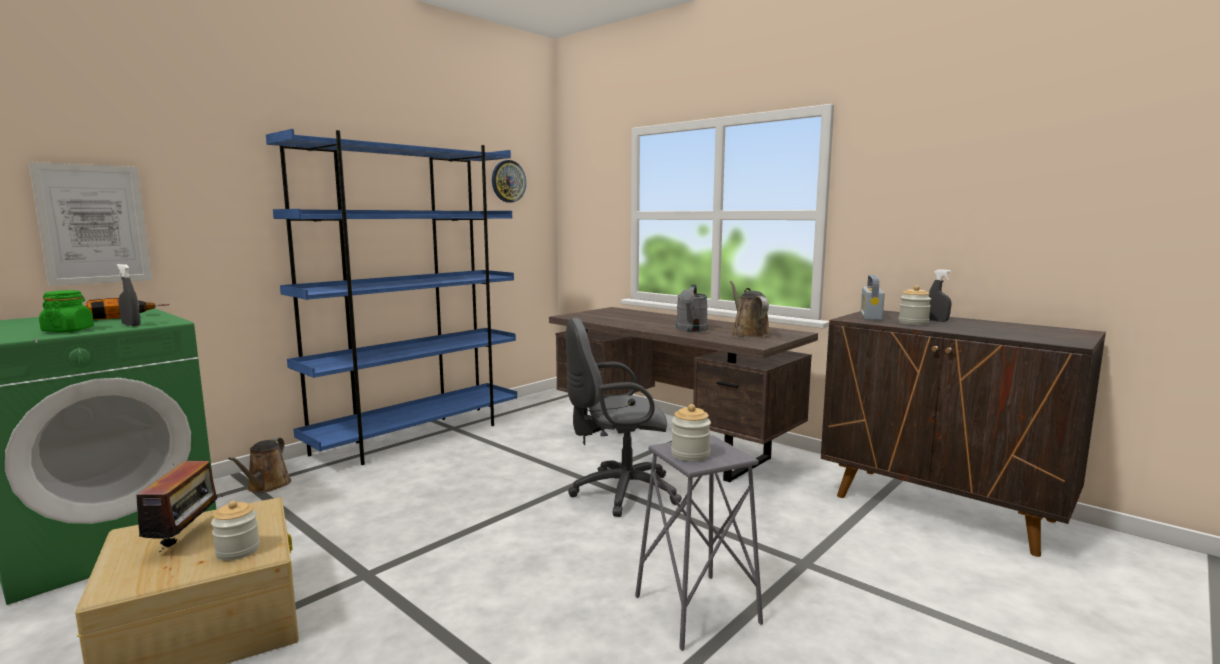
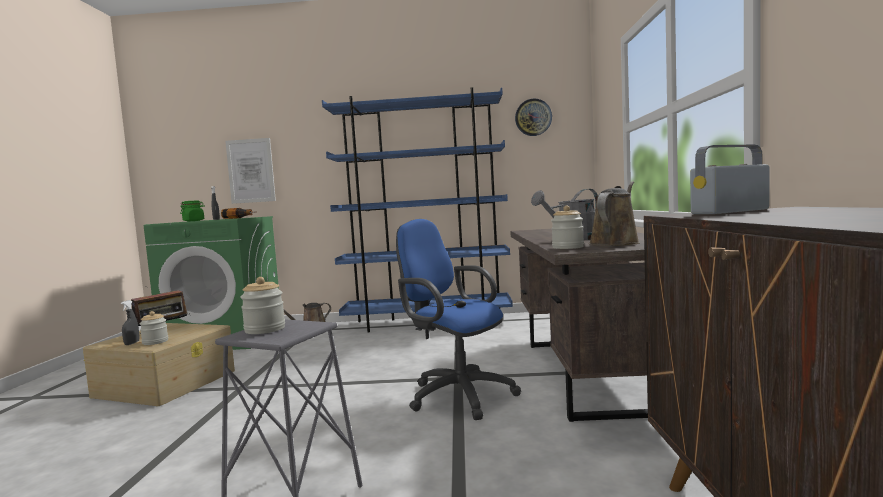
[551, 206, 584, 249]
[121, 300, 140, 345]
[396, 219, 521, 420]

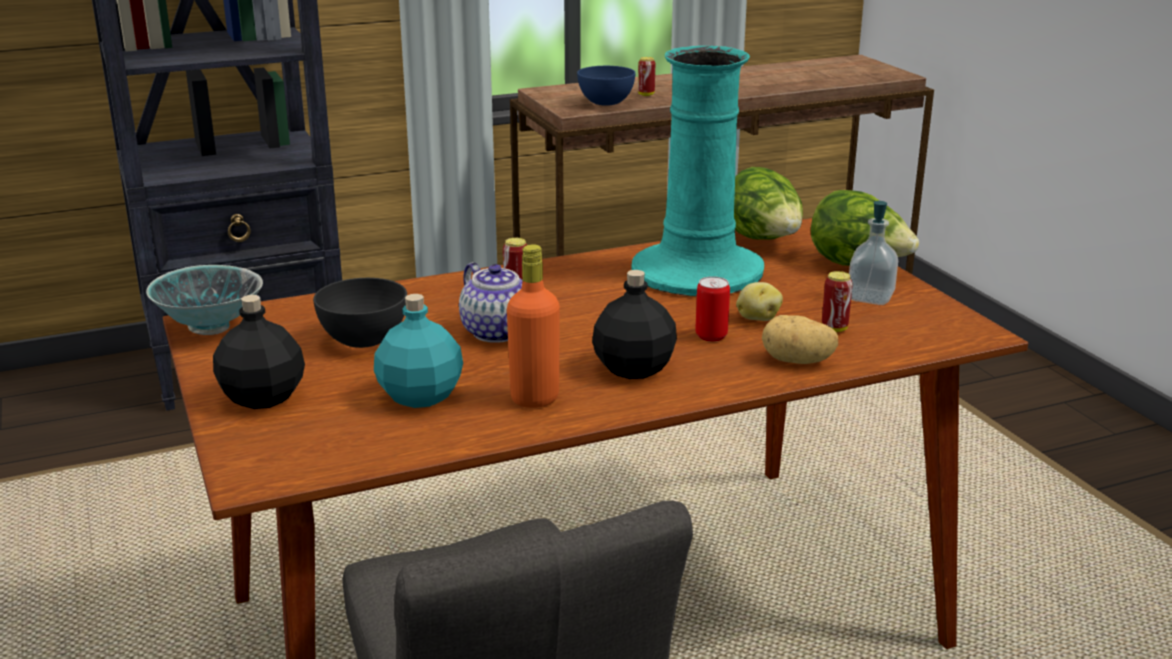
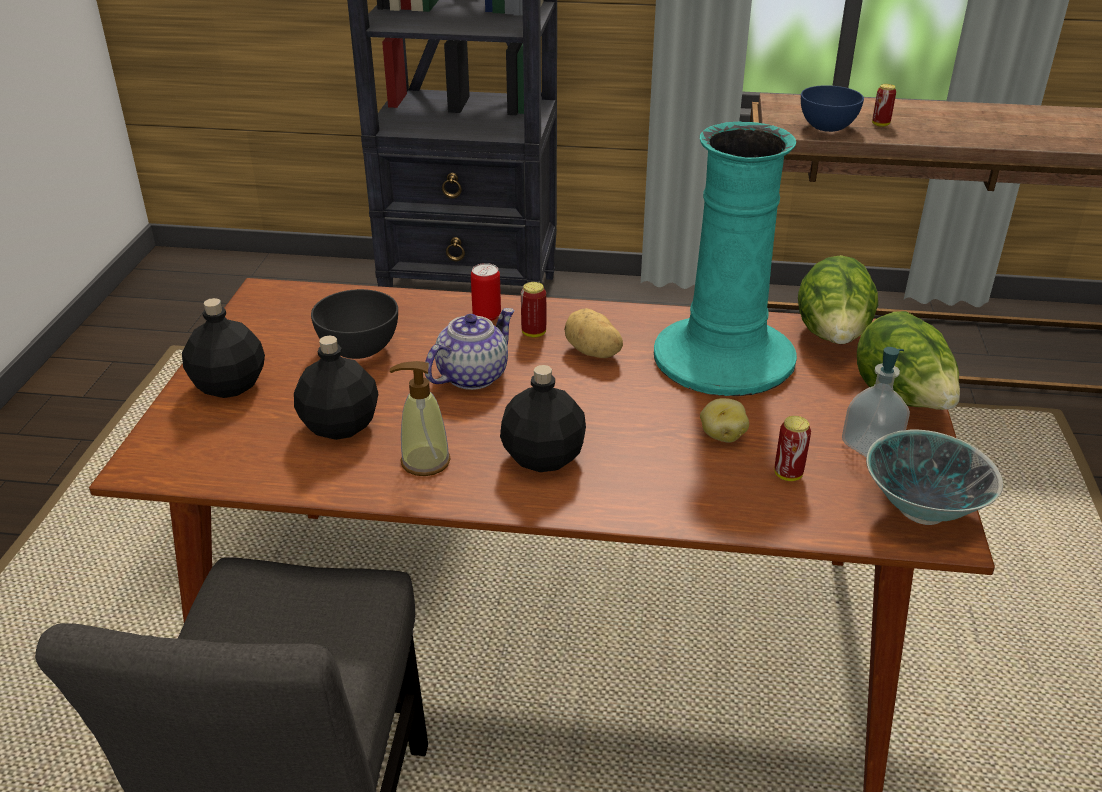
[866, 429, 1003, 525]
[471, 263, 501, 321]
[564, 308, 623, 358]
[390, 361, 451, 476]
[294, 336, 378, 440]
[425, 308, 515, 390]

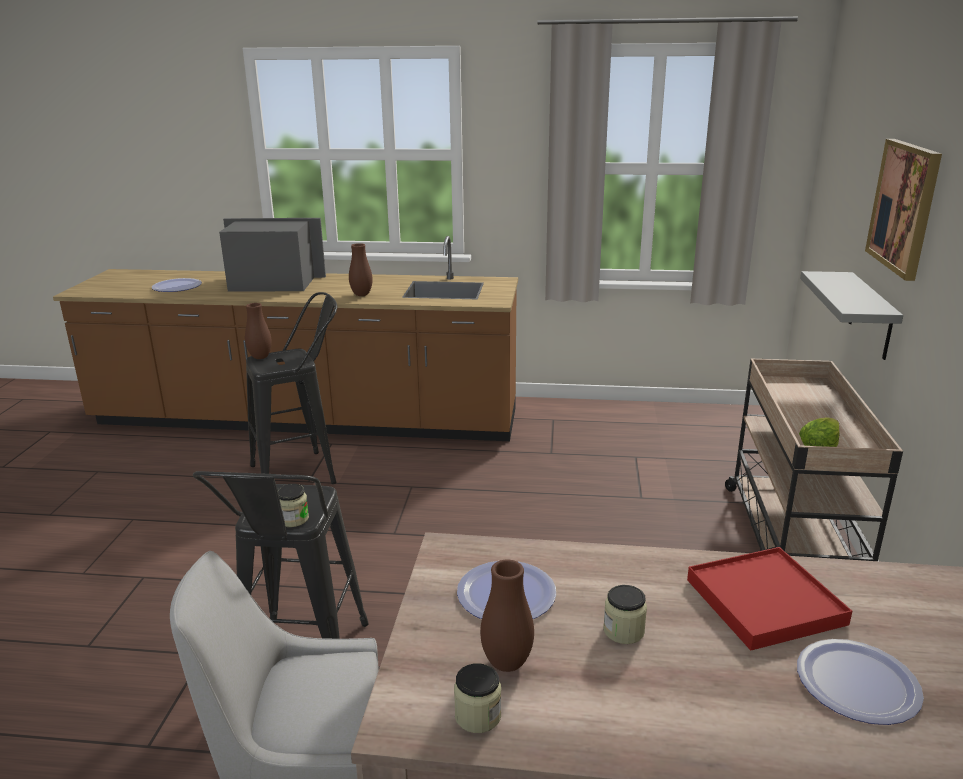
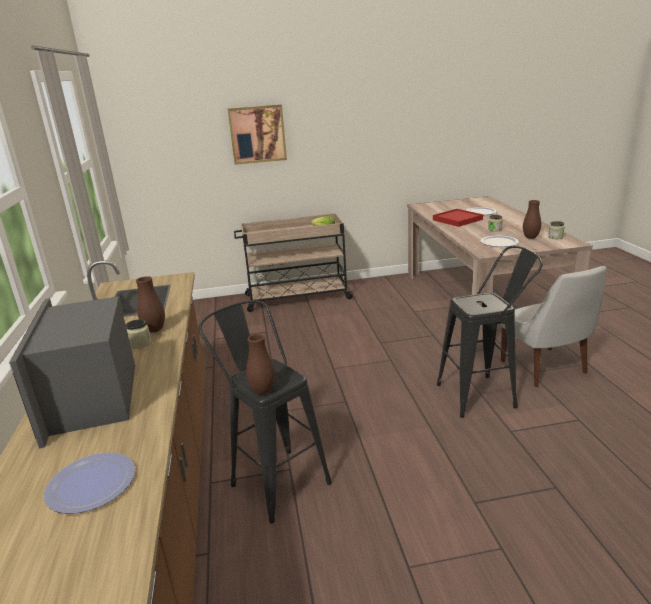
[800, 271, 903, 360] (first image)
[126, 319, 152, 349]

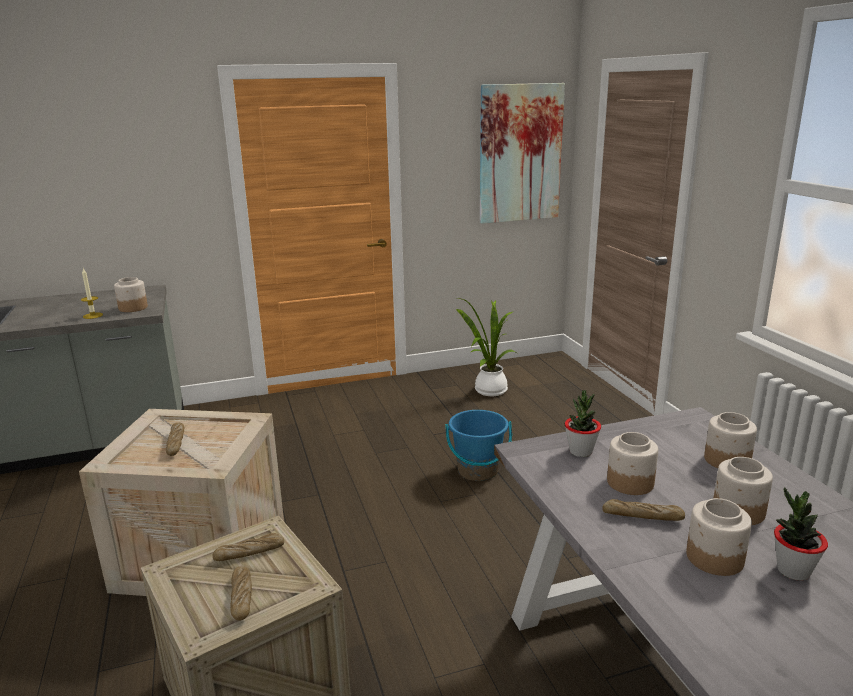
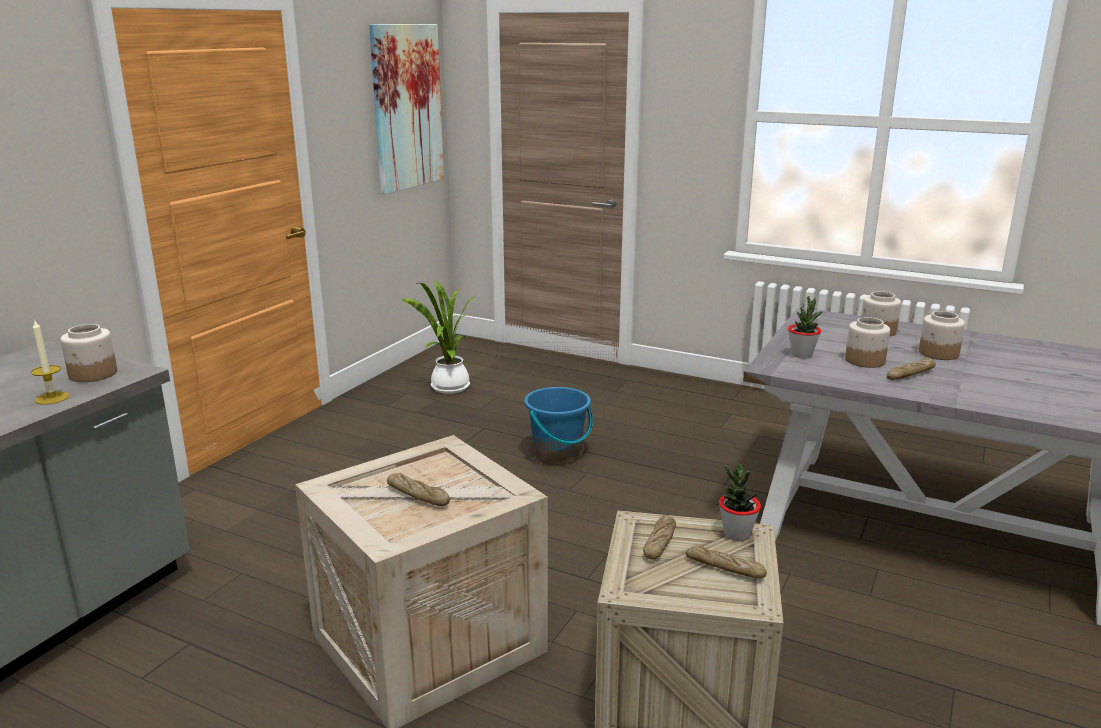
[686, 498, 752, 576] (first image)
[719, 463, 761, 541]

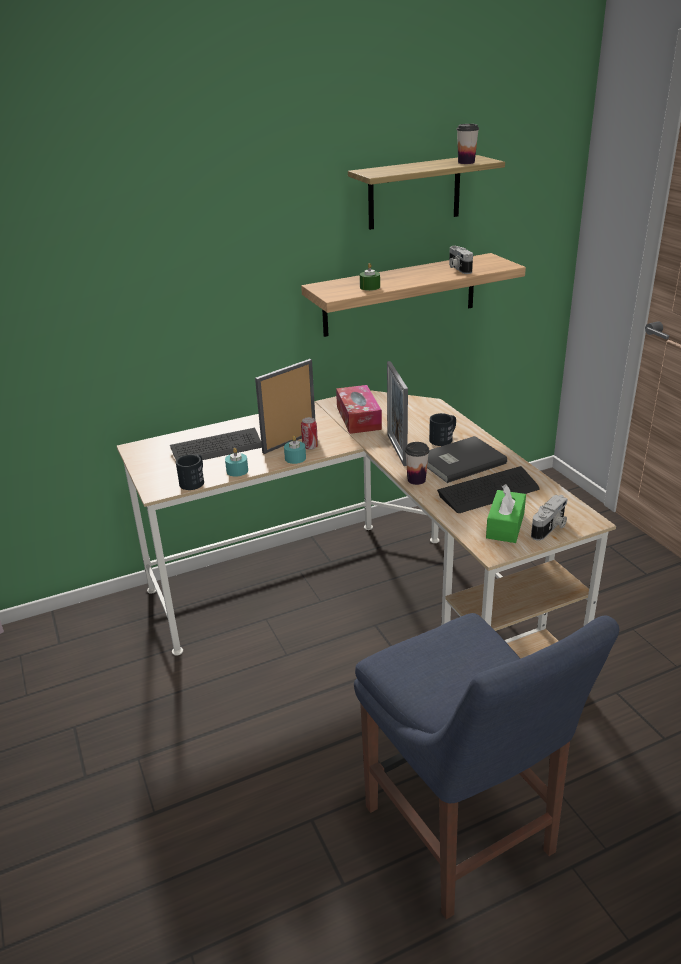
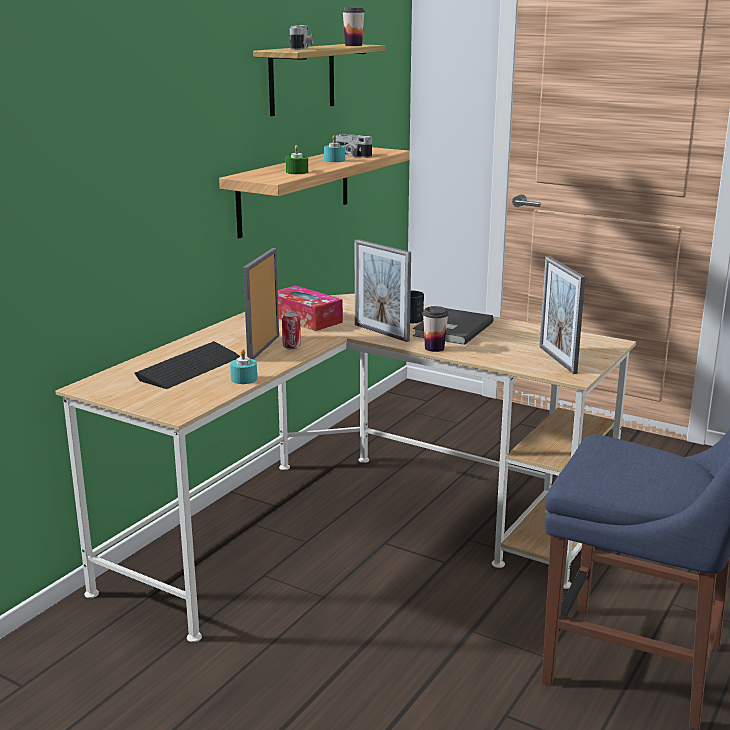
[176, 455, 204, 490] (first image)
[437, 466, 540, 513] (first image)
[324, 135, 345, 162]
[290, 25, 314, 50]
[539, 256, 585, 374]

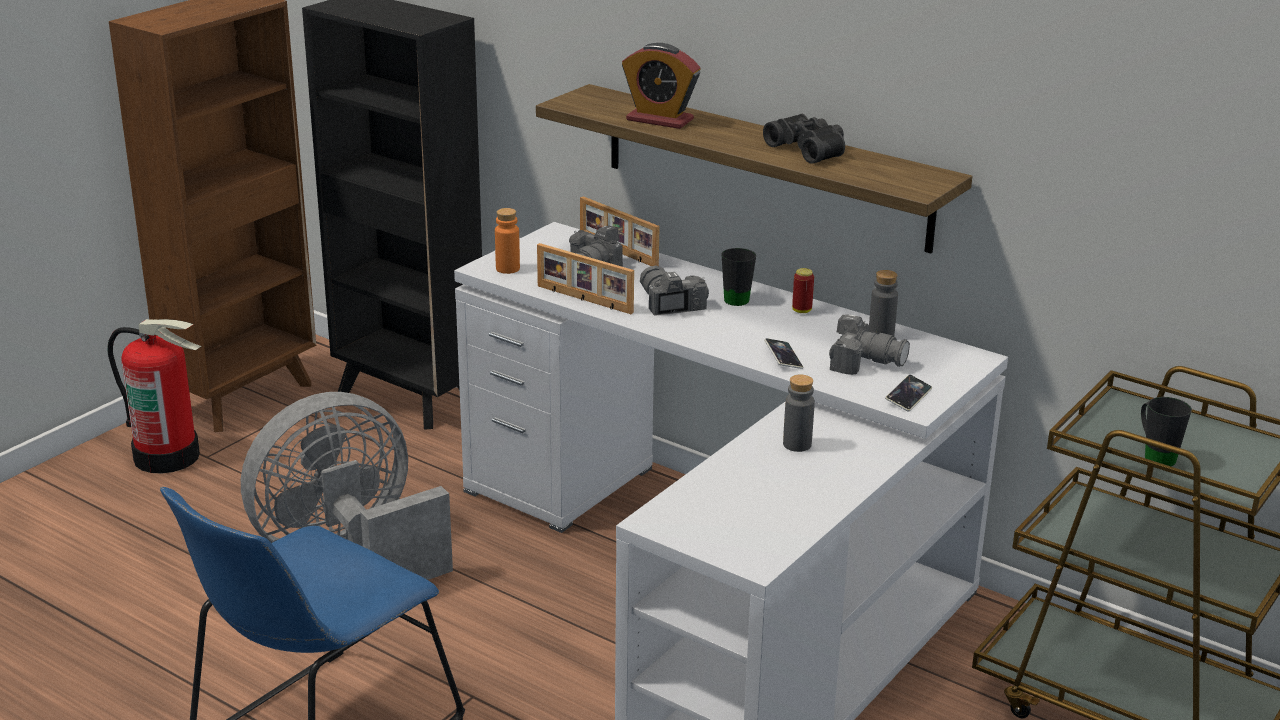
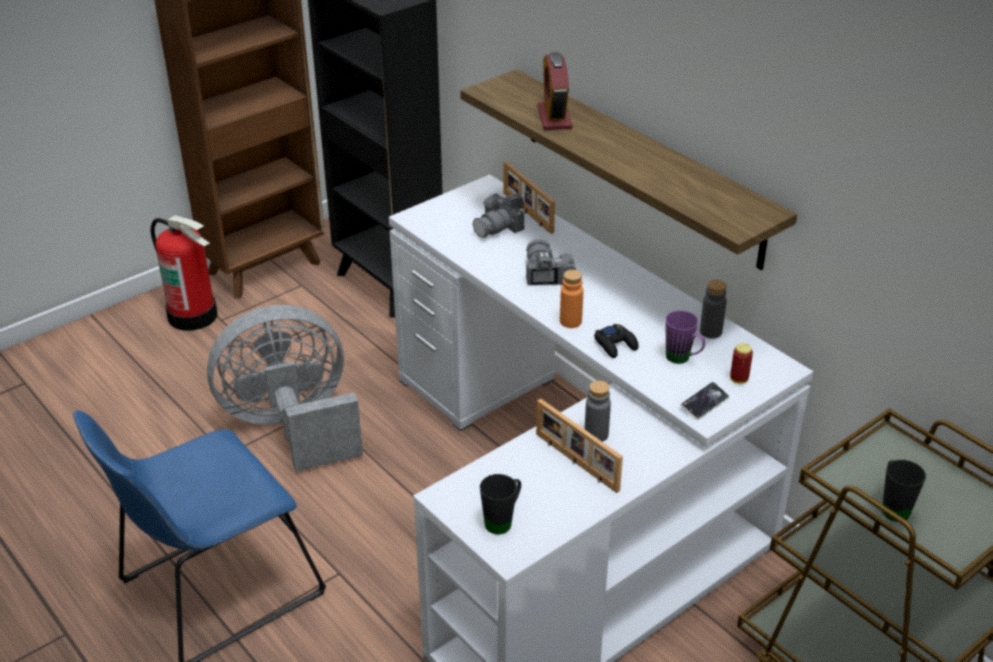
[763, 114, 845, 164] (first image)
[560, 270, 583, 328]
[536, 398, 623, 493]
[480, 474, 521, 534]
[730, 343, 753, 384]
[594, 324, 639, 358]
[665, 310, 705, 364]
[537, 52, 573, 130]

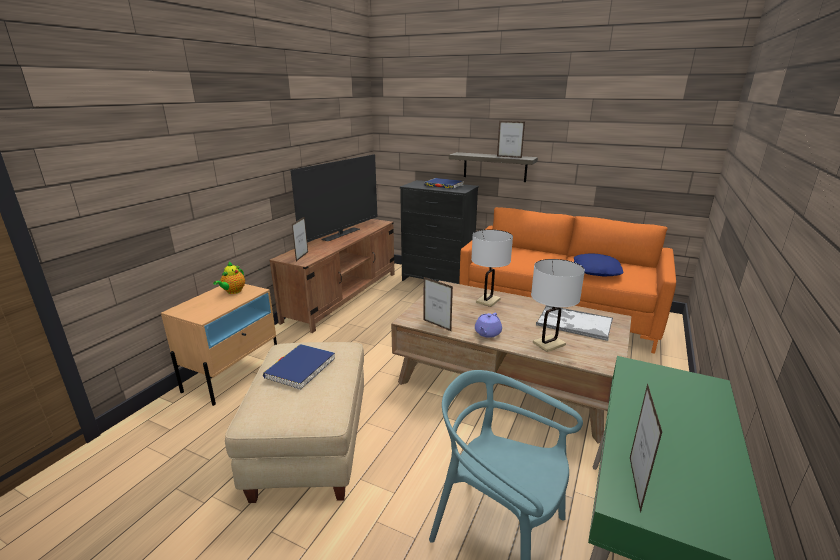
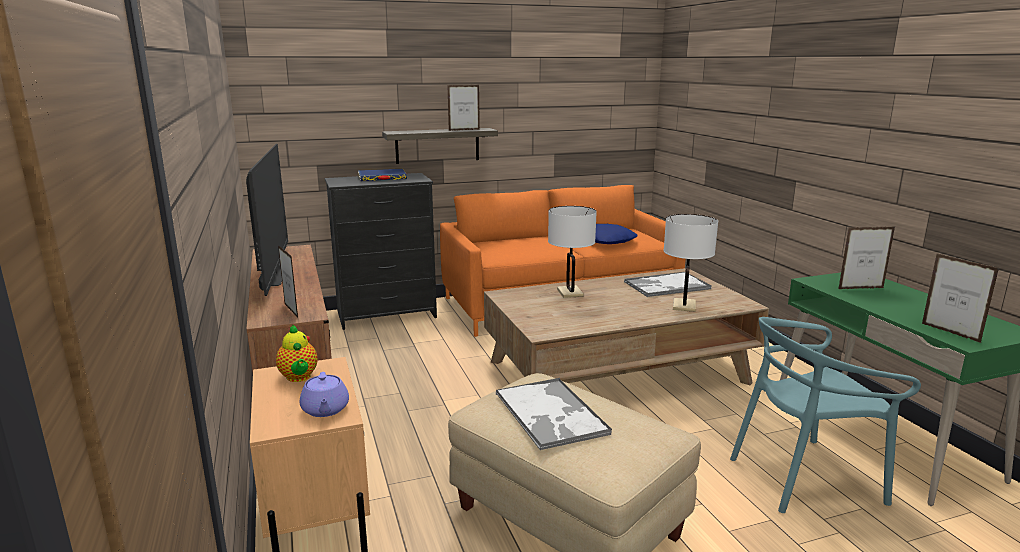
[839, 226, 895, 289]
[300, 372, 349, 417]
[496, 378, 612, 451]

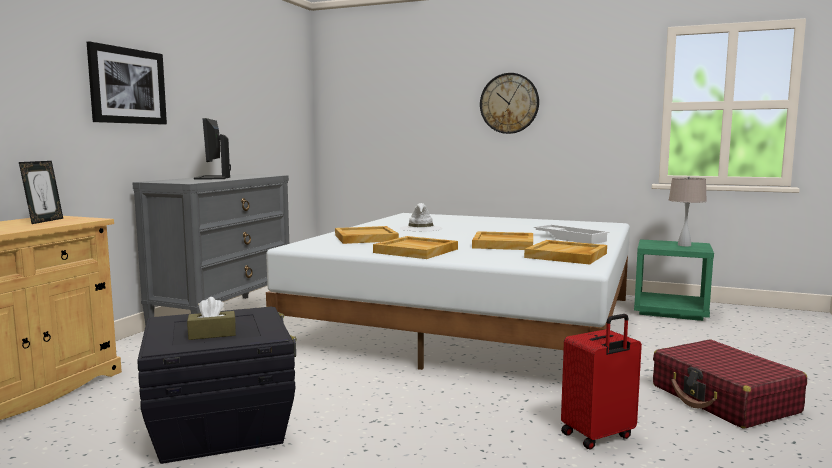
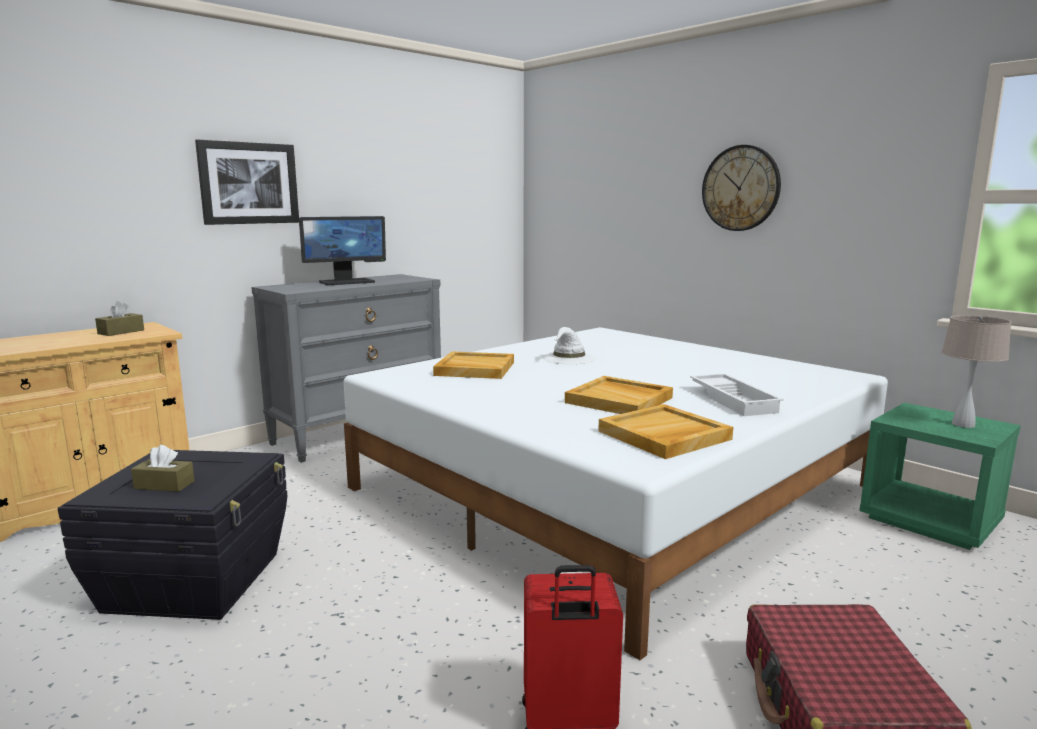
[373, 236, 458, 259] (first image)
[95, 301, 144, 336]
[299, 216, 386, 285]

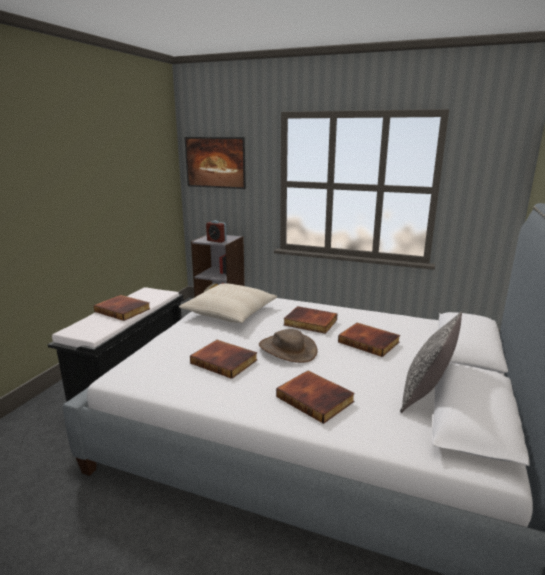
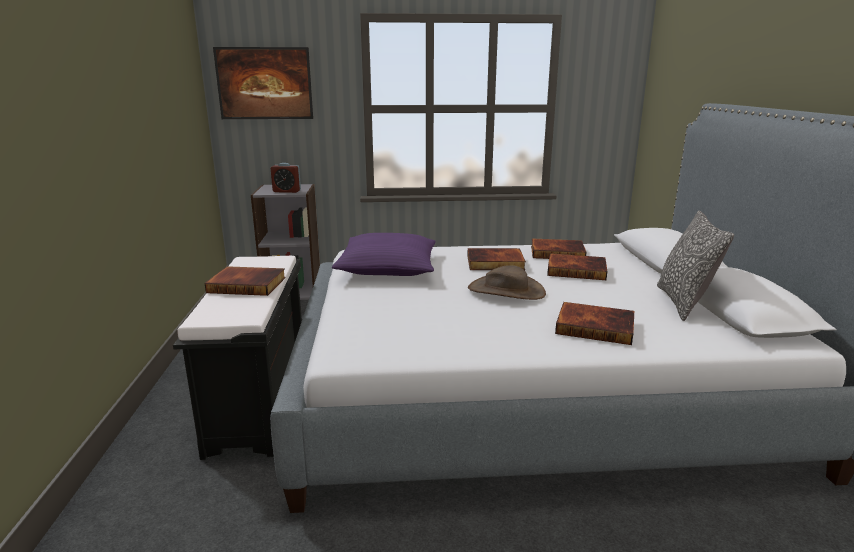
[531, 239, 587, 259]
[332, 233, 436, 276]

